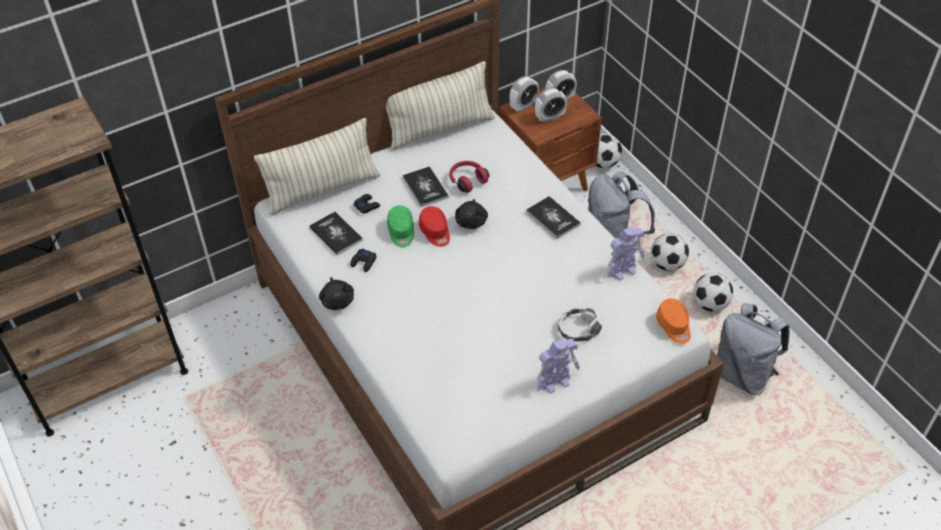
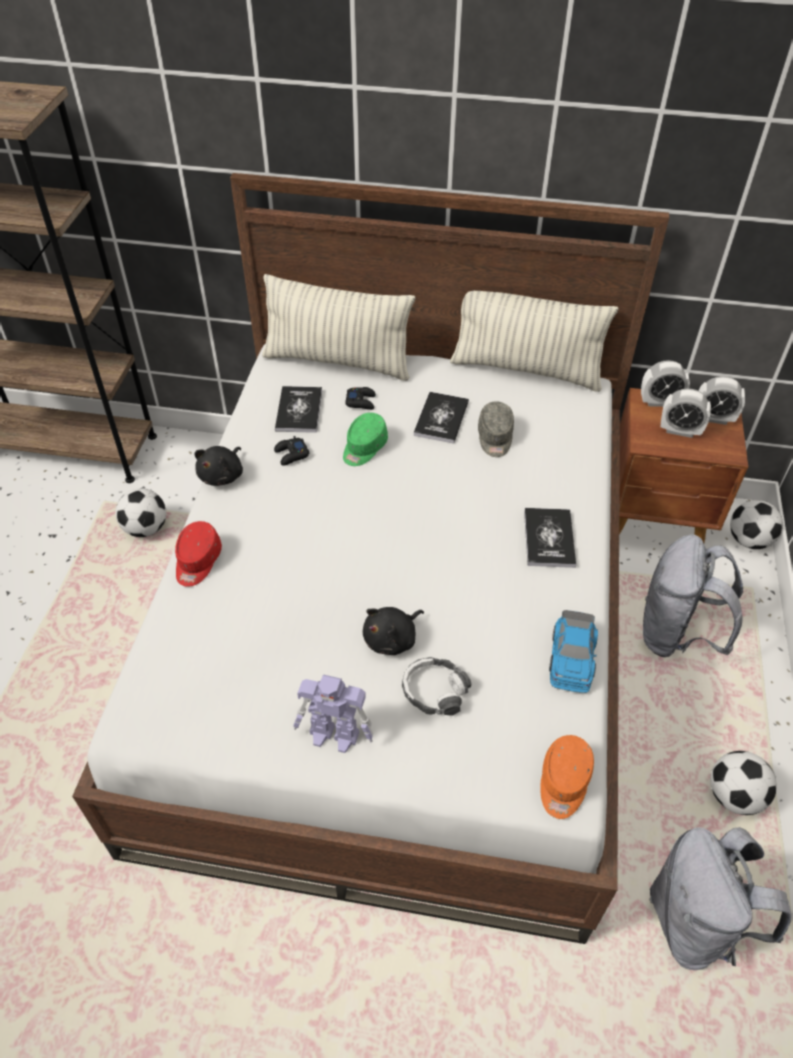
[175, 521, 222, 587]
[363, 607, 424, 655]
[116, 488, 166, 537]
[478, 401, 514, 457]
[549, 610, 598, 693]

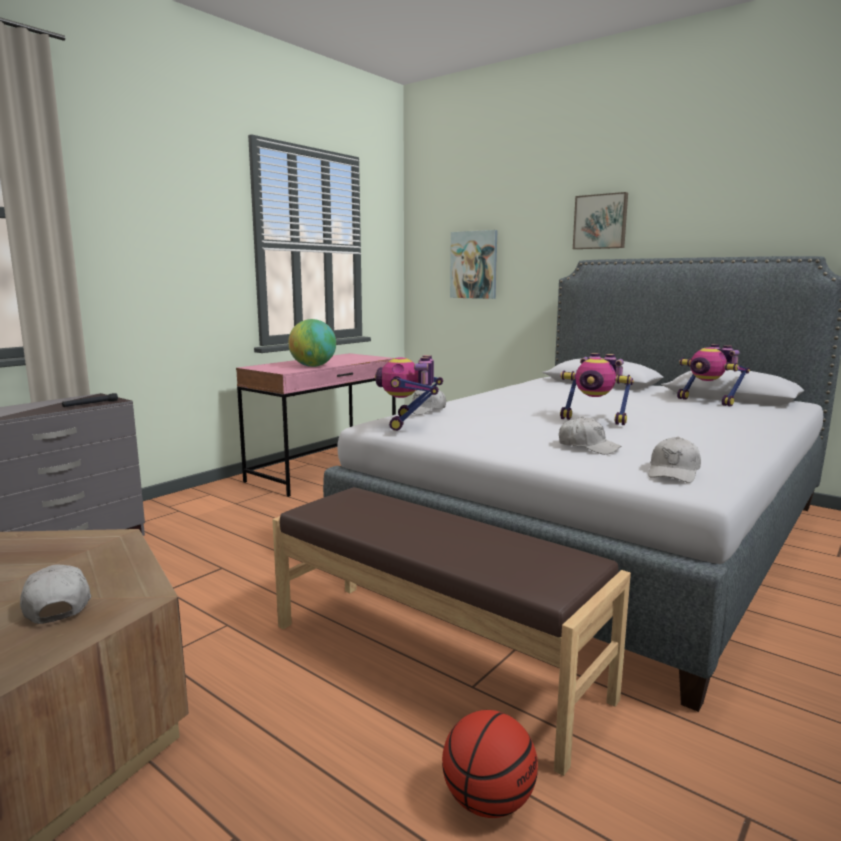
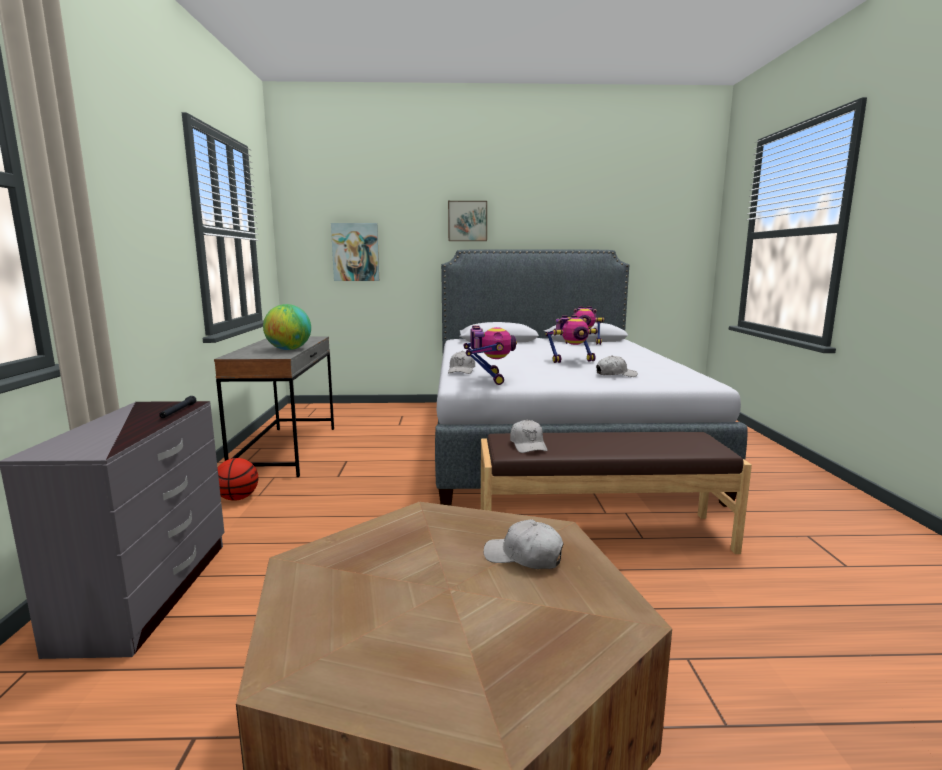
[217, 458, 258, 501]
[510, 419, 548, 453]
[214, 336, 334, 477]
[463, 325, 517, 385]

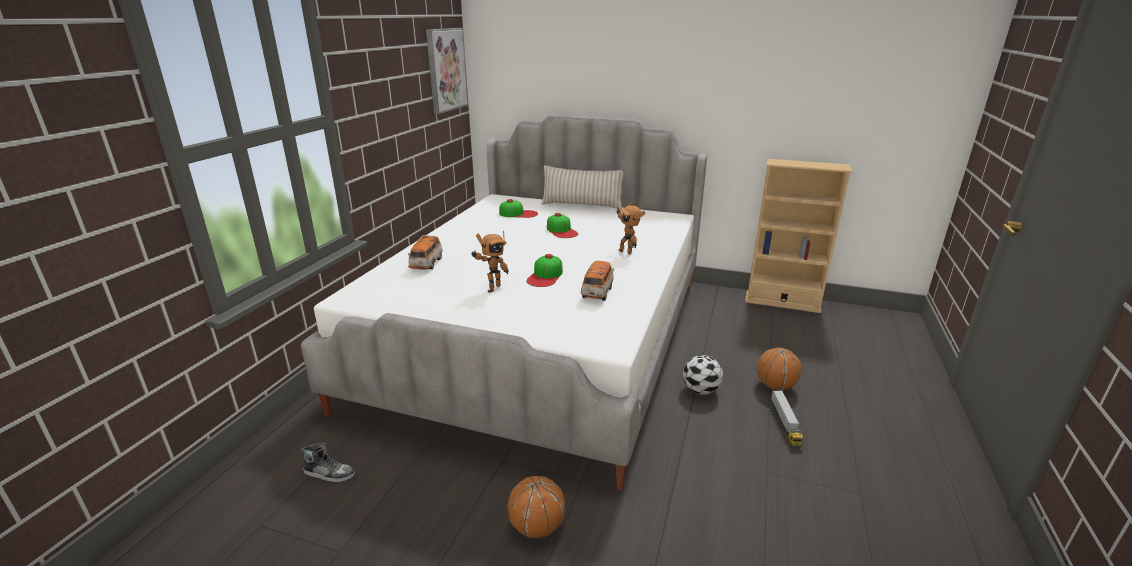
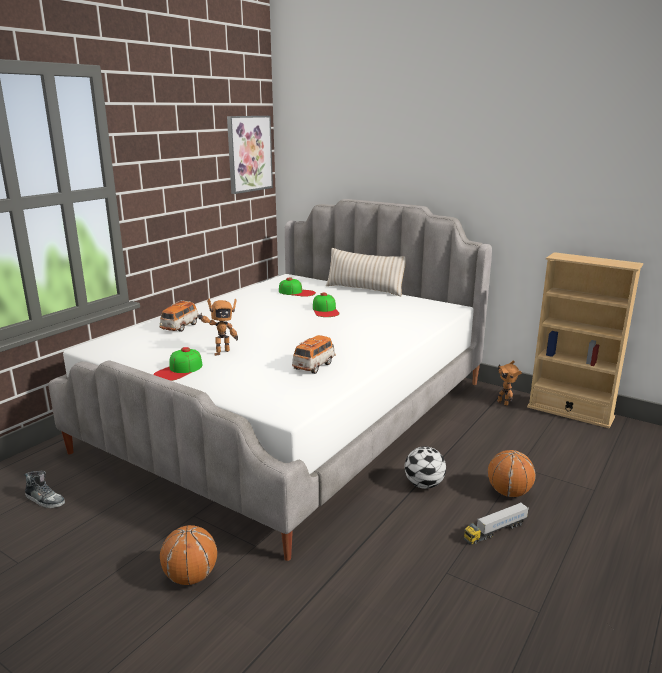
[153, 347, 202, 381]
[497, 360, 522, 406]
[464, 502, 529, 545]

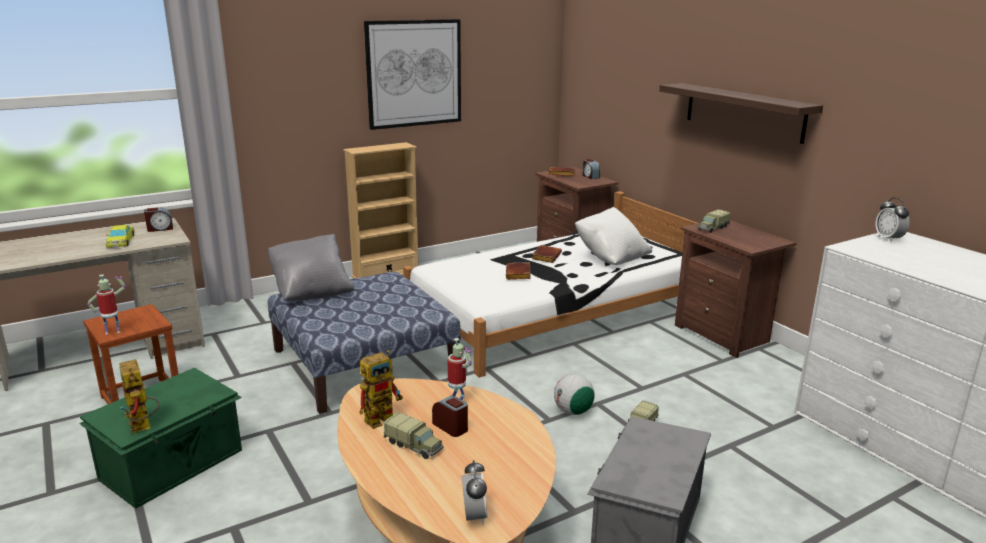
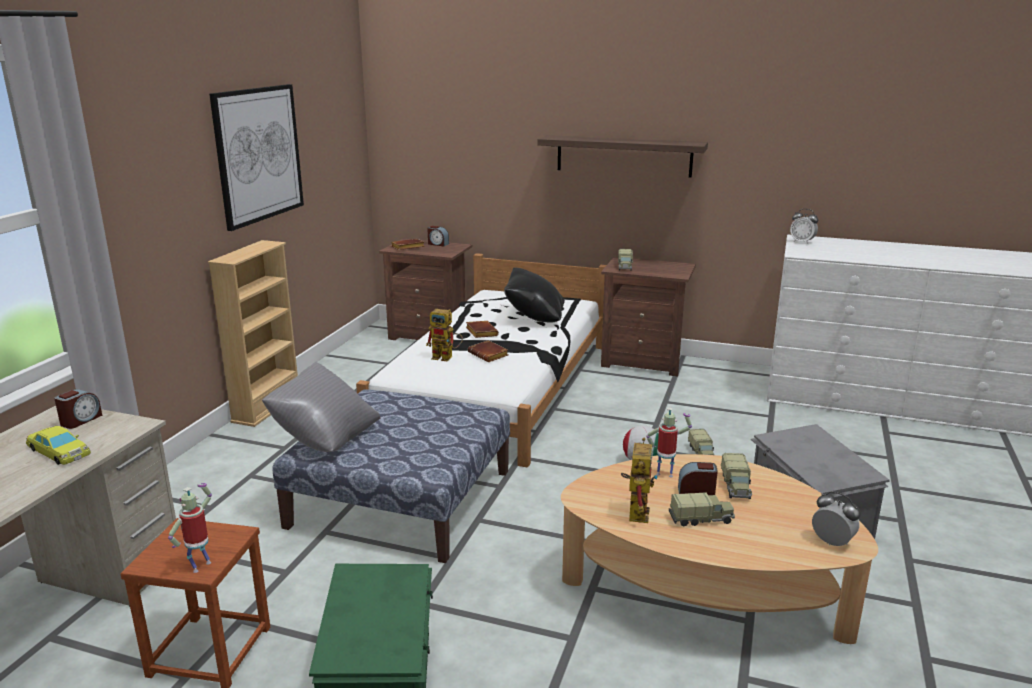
[721, 453, 752, 499]
[426, 309, 463, 362]
[504, 267, 565, 323]

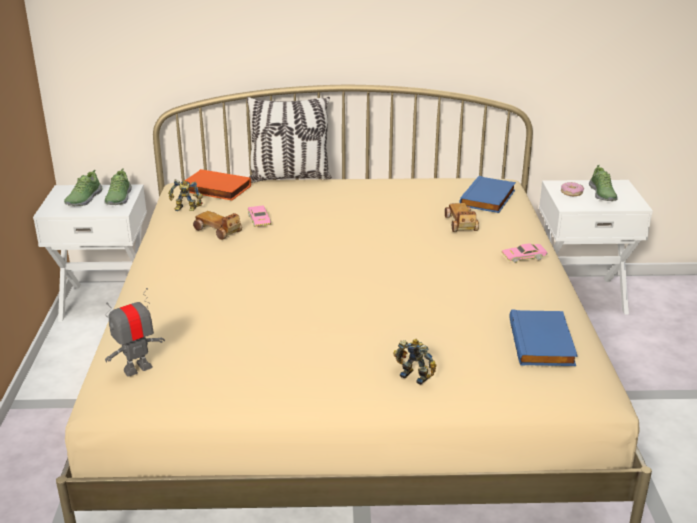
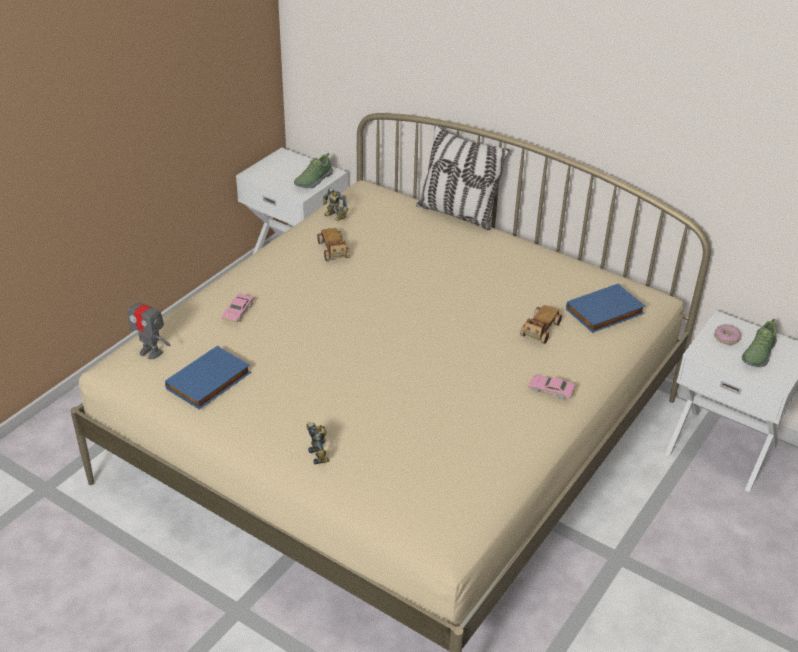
[64, 170, 102, 206] (first image)
[185, 169, 251, 200] (first image)
[221, 293, 254, 322]
[165, 345, 251, 410]
[127, 292, 170, 359]

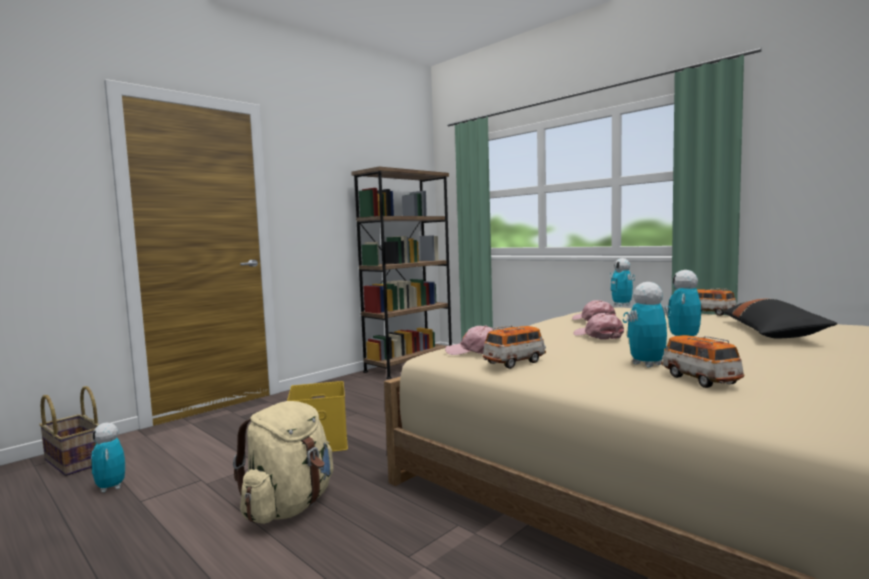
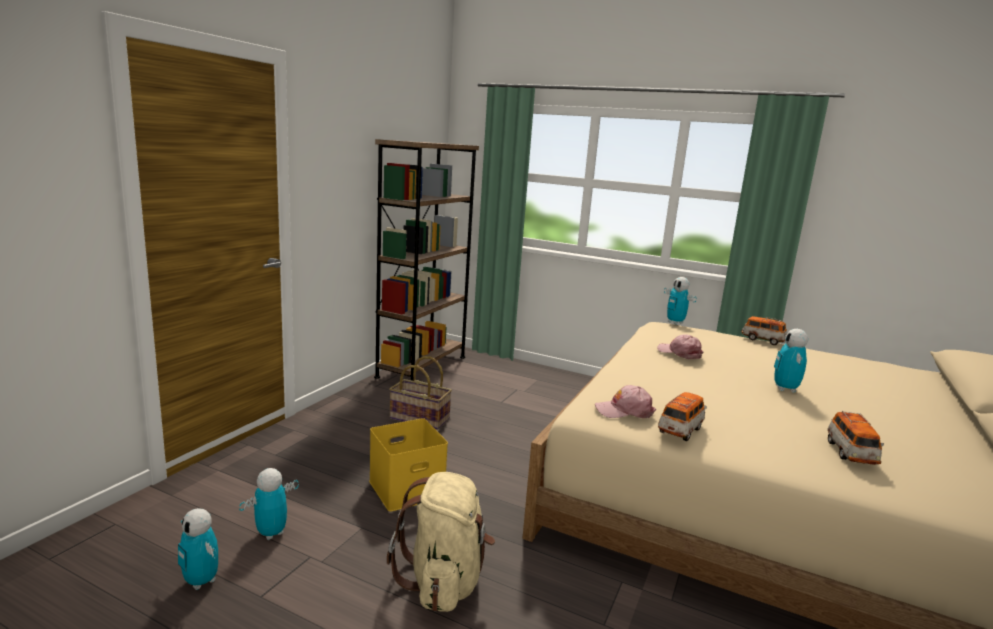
[573, 313, 624, 340] (first image)
[723, 299, 838, 339] (first image)
[389, 356, 452, 430]
[239, 468, 299, 540]
[827, 411, 884, 465]

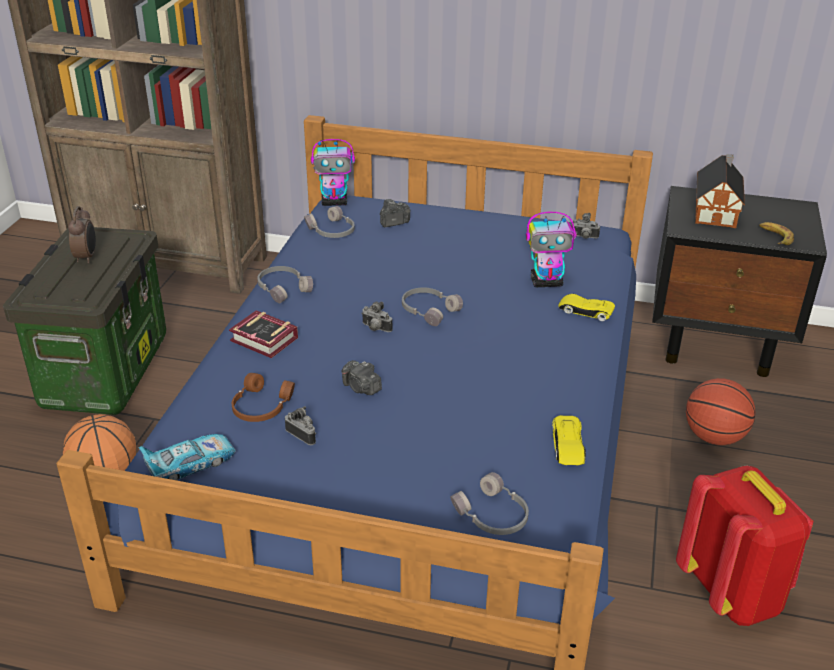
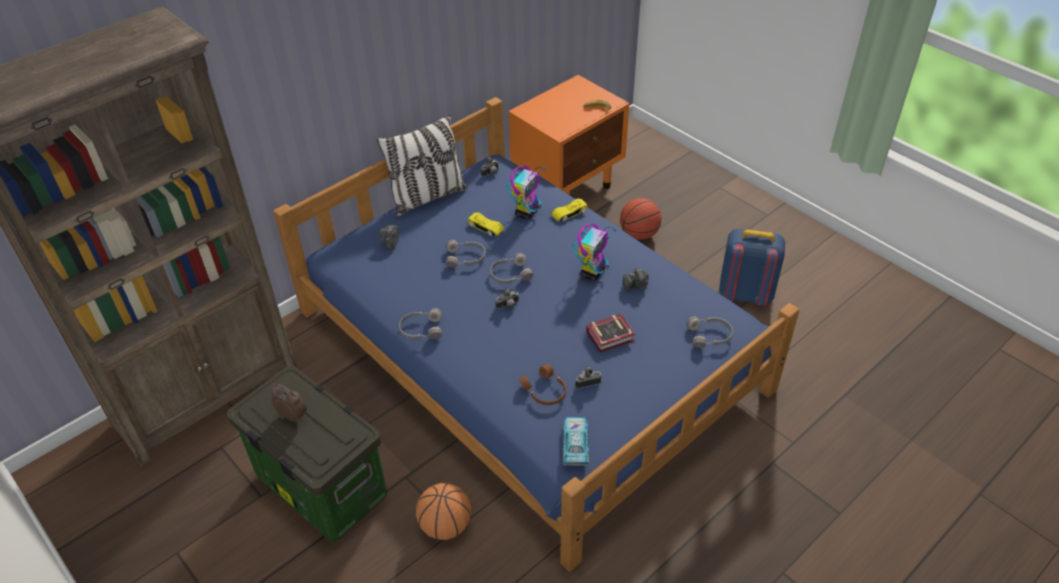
[695, 154, 745, 228] (first image)
[376, 115, 468, 217]
[586, 314, 636, 353]
[445, 240, 486, 268]
[573, 224, 616, 281]
[623, 268, 649, 292]
[468, 212, 504, 236]
[508, 75, 630, 195]
[719, 228, 785, 306]

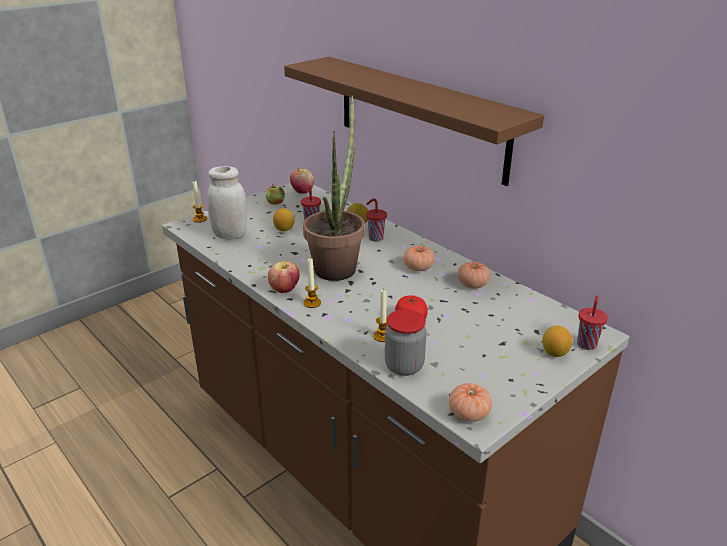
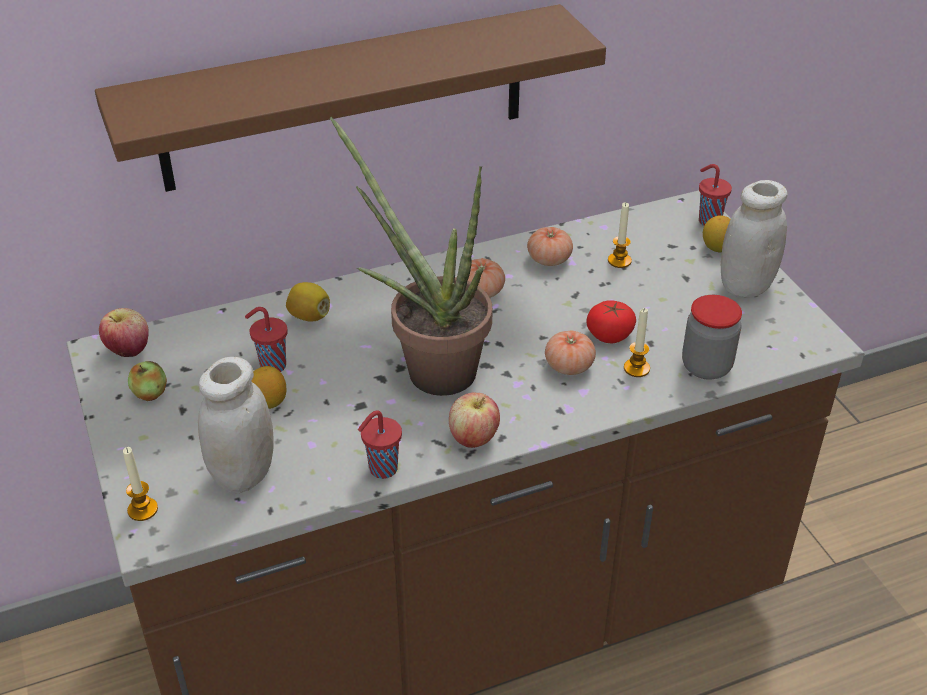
[721, 180, 787, 298]
[608, 202, 632, 268]
[358, 410, 402, 479]
[545, 330, 596, 375]

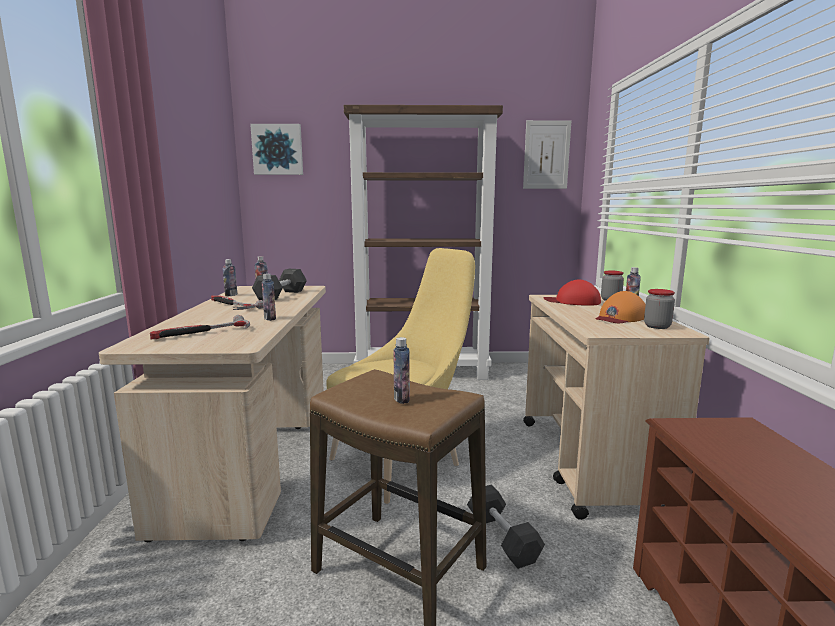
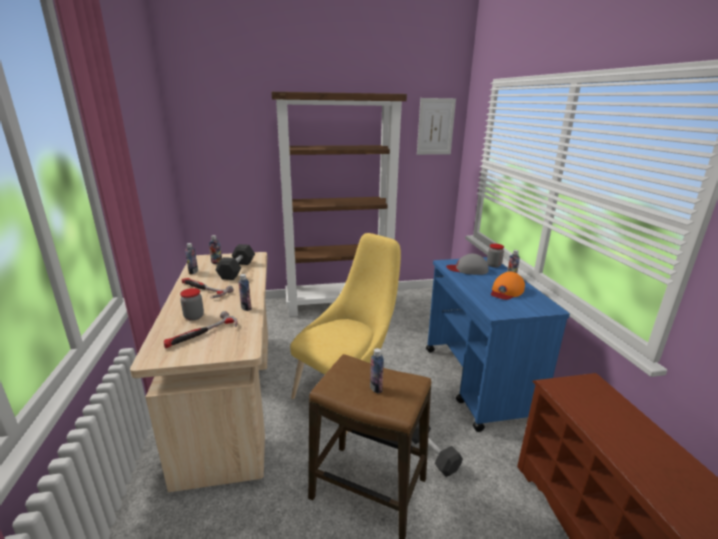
[250, 124, 303, 175] (first image)
[180, 288, 204, 321]
[426, 257, 570, 432]
[446, 254, 488, 275]

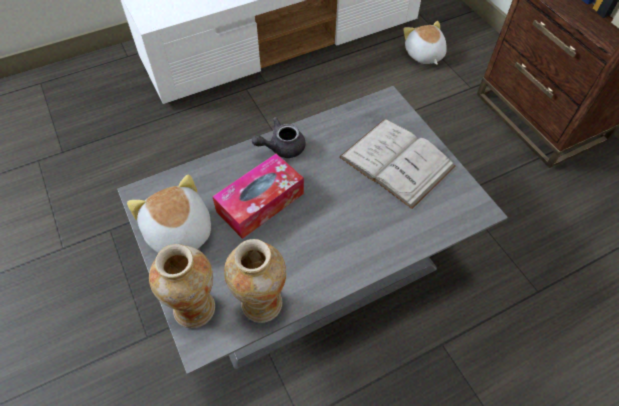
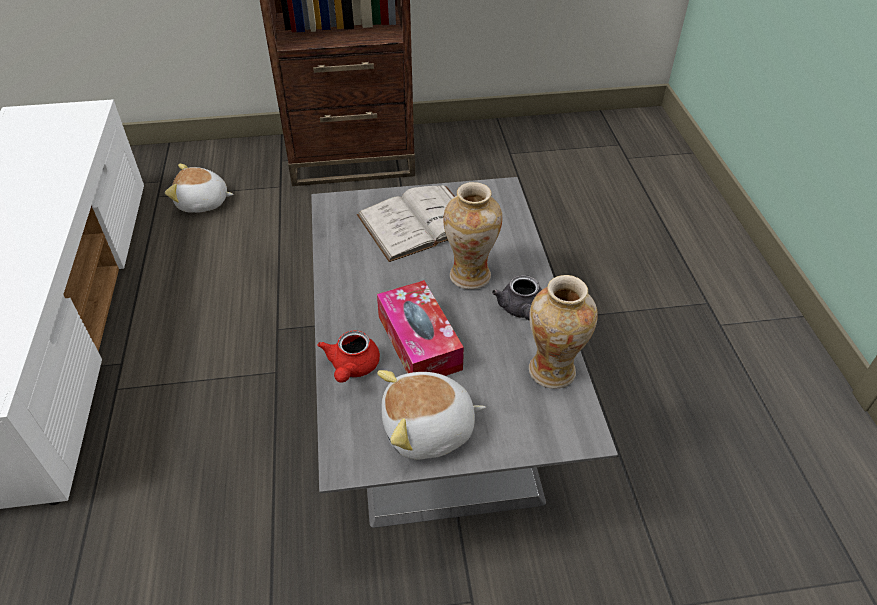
[317, 331, 380, 383]
[443, 182, 502, 289]
[492, 275, 542, 320]

